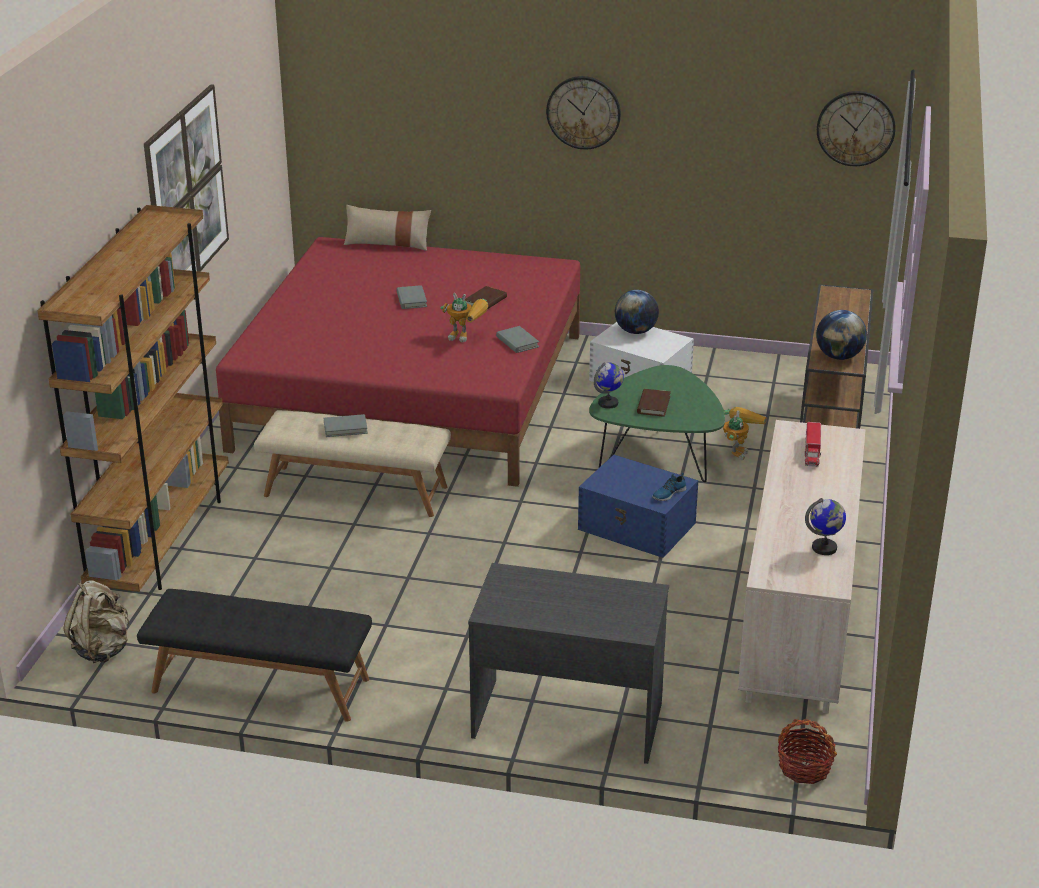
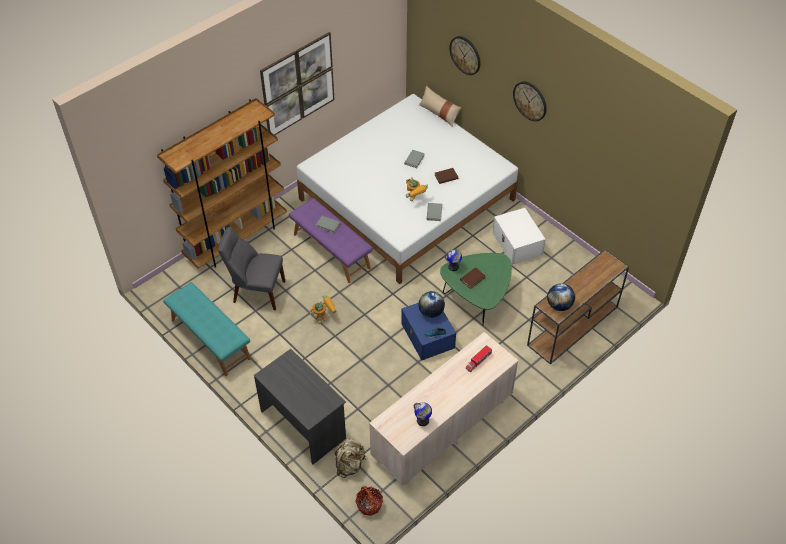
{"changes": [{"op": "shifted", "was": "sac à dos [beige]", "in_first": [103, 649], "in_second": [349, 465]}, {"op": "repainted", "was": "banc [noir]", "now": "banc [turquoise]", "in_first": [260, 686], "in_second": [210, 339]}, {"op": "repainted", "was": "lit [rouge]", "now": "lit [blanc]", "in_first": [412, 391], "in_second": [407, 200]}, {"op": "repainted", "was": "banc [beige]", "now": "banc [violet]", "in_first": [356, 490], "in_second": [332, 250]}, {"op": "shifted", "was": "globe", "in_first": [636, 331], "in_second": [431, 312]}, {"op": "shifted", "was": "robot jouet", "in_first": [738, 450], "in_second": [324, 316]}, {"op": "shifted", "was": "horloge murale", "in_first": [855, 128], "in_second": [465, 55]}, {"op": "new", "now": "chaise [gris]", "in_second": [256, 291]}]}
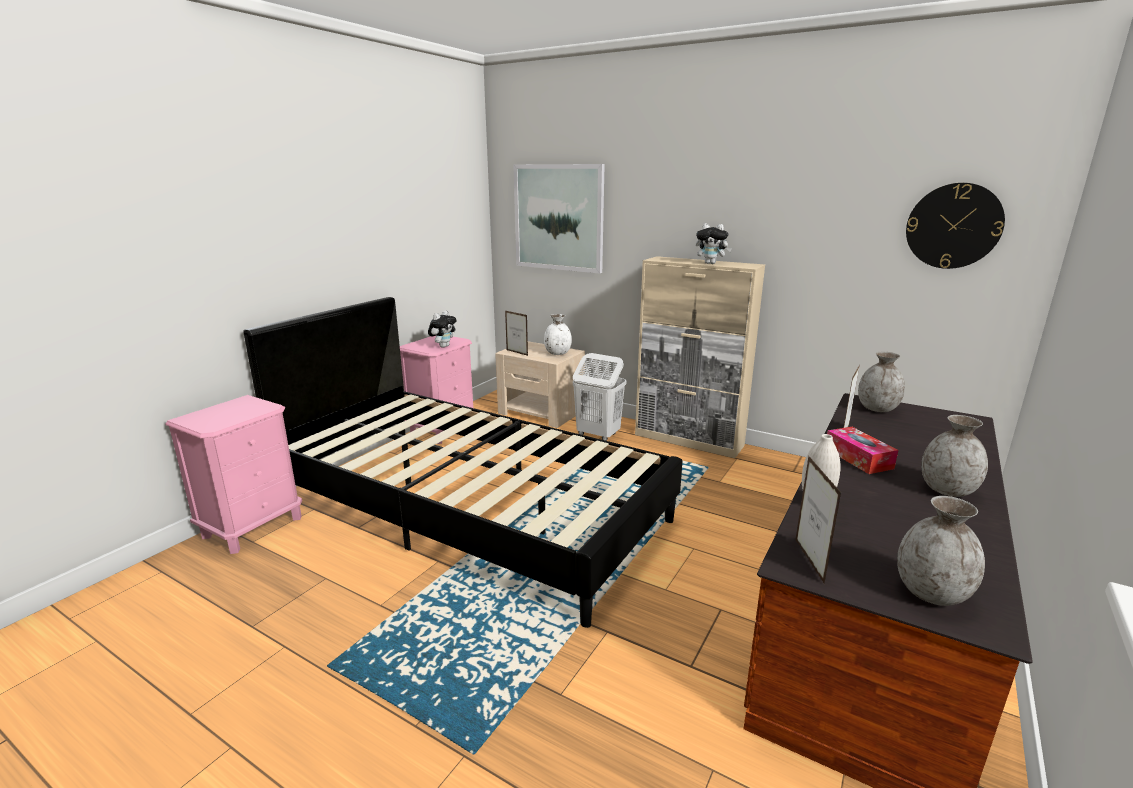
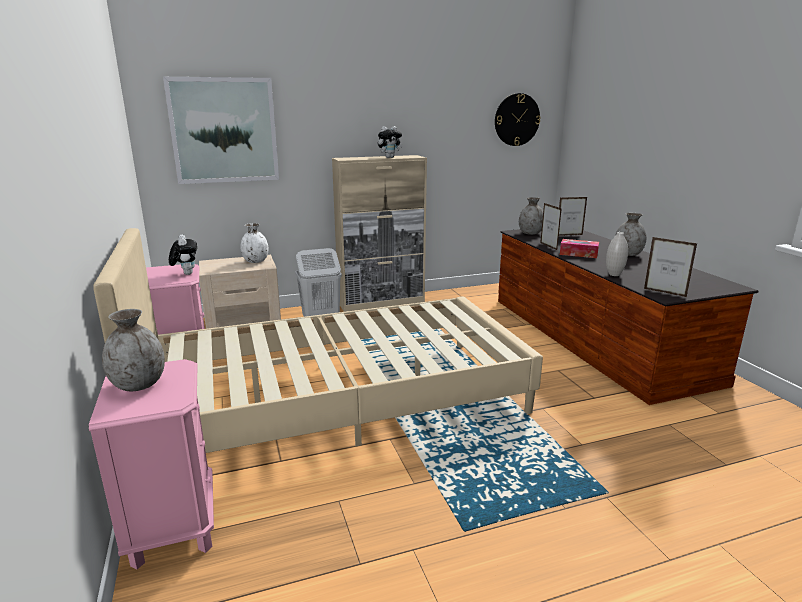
{"changes": [{"op": "repainted", "was": "lit [noir]", "now": "lit [beige]", "in_first": [470, 508], "in_second": [337, 401]}, {"op": "shifted", "was": "cadre photo", "in_first": [517, 353], "in_second": [569, 235]}, {"op": "shifted", "was": "vase [gris]", "in_first": [932, 593], "in_second": [139, 385]}]}
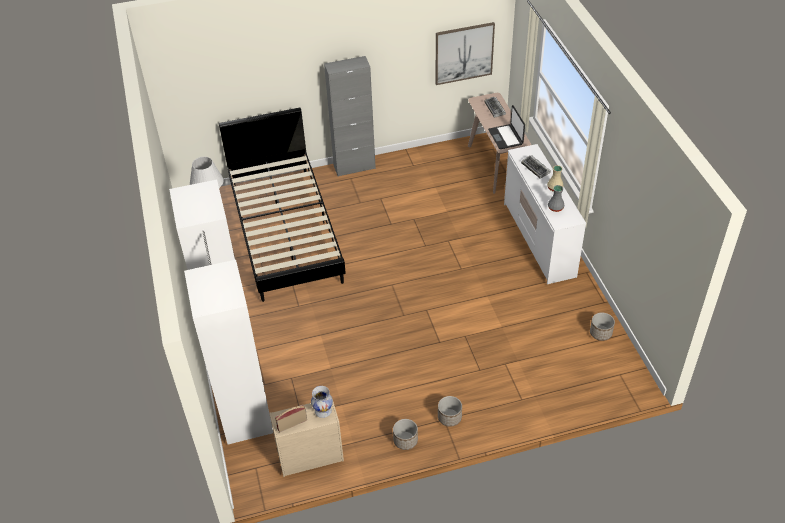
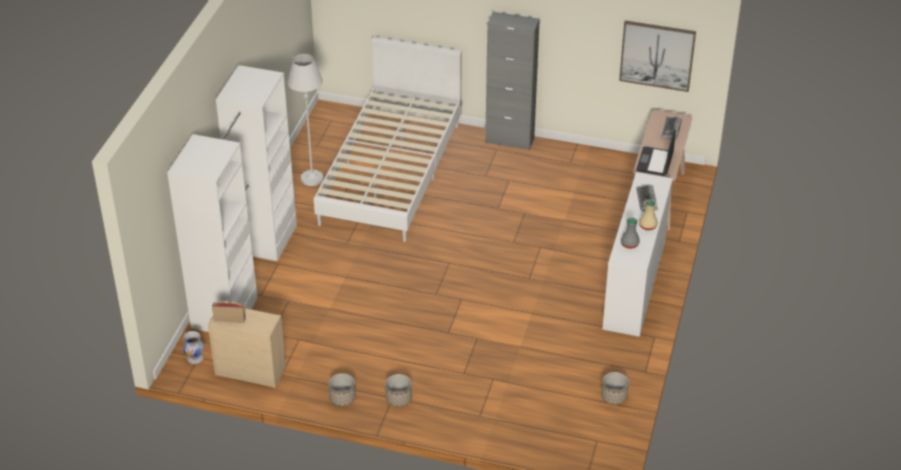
{"changes": [{"op": "repainted", "was": "lit [noir]", "now": "lit [blanc]", "in_first": [285, 231], "in_second": [391, 173]}, {"op": "shifted", "was": "vase [blanc]", "in_first": [323, 410], "in_second": [195, 358]}]}
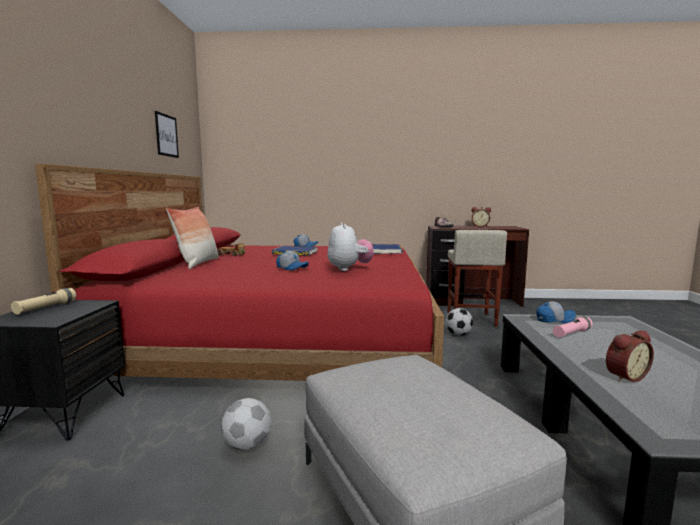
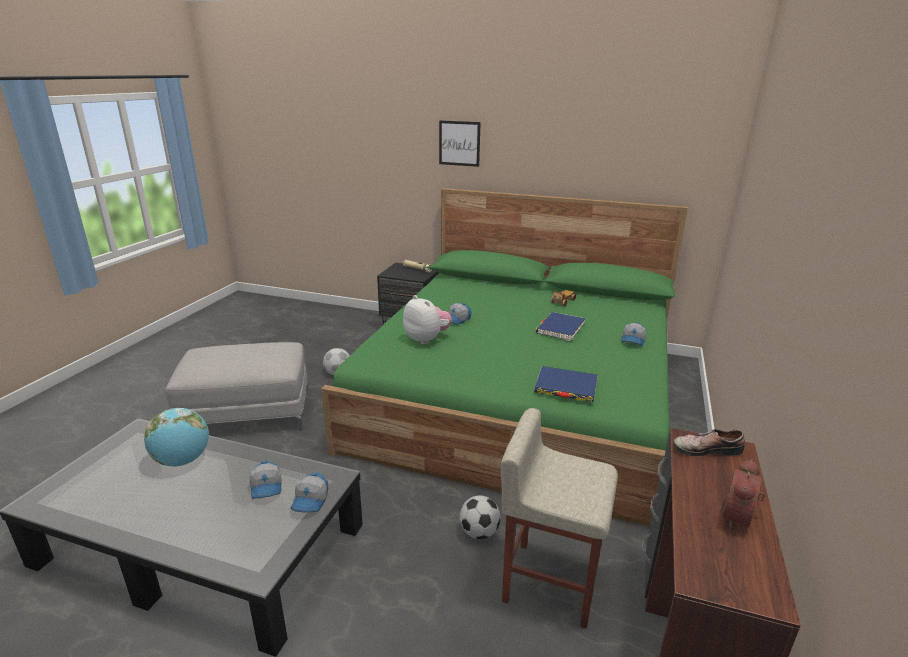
{"changes": [{"op": "repainted", "was": "lit [rouge]", "now": "lit [vert]", "in_first": [283, 335], "in_second": [520, 396]}, {"op": "shifted", "was": "tableau", "in_first": [166, 135], "in_second": [459, 143]}, {"op": "gone", "was": "coussin", "in_first": [198, 263]}, {"op": "rotated", "was": "peluche", "in_first": [349, 269], "in_second": [427, 339], "clockwise": -135}, {"op": "swapped", "was": "lampe de poche [rose]", "now": "casquette", "in_first": [571, 333], "in_second": [267, 487]}, {"op": "swapped", "was": "réveil", "now": "globe", "in_first": [624, 376], "in_second": [183, 460]}]}
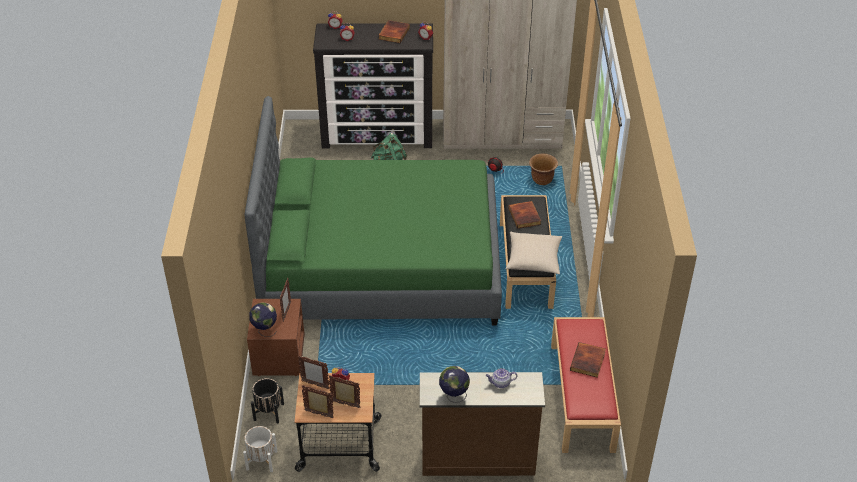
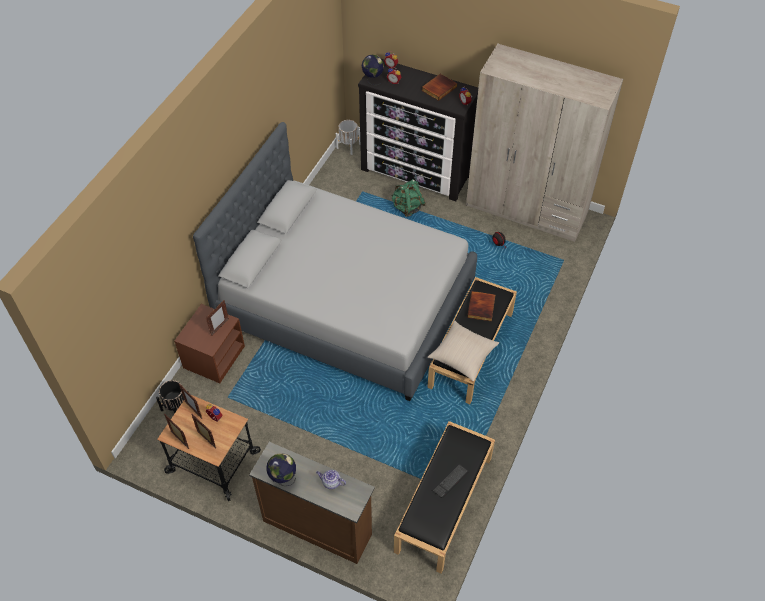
{"changes": [{"op": "shifted", "was": "cache-pot [blanc]", "in_first": [261, 460], "in_second": [348, 146]}, {"op": "repainted", "was": "lit [vert]", "now": "lit [gris]", "in_first": [381, 264], "in_second": [346, 302]}, {"op": "shifted", "was": "globe", "in_first": [265, 330], "in_second": [372, 79]}, {"op": "gone", "was": "cache-pot [marron]", "in_first": [542, 180]}, {"op": "repainted", "was": "banc [rouge]", "now": "banc [noir]", "in_first": [582, 397], "in_second": [444, 505]}, {"op": "swapped", "was": "livre", "now": "clavier", "in_first": [588, 362], "in_second": [450, 481]}]}
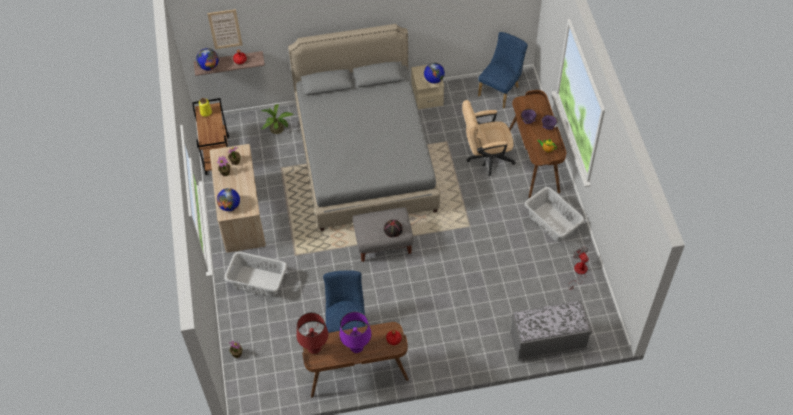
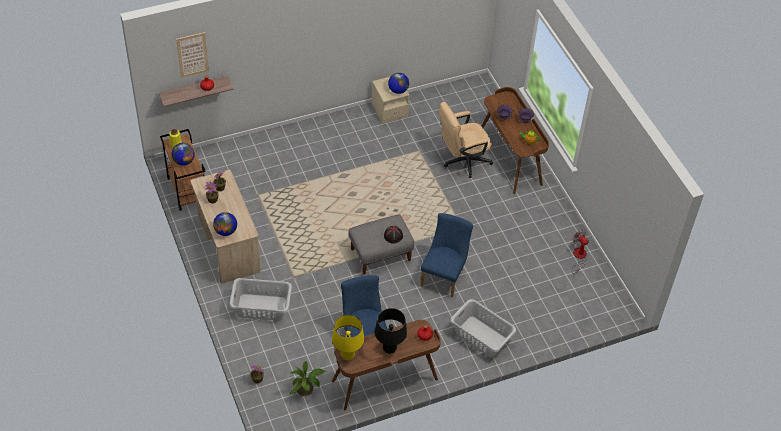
{"changes": [{"op": "shifted", "was": "globe", "in_first": [209, 66], "in_second": [184, 161]}, {"op": "shifted", "was": "plante en pot", "in_first": [278, 129], "in_second": [307, 390]}, {"op": "gone", "was": "lit [gris]", "in_first": [365, 157]}, {"op": "repainted", "was": "lampe de table [rouge]", "now": "lampe de table [jaune]", "in_first": [314, 348], "in_second": [347, 355]}, {"op": "repainted", "was": "lampe de table [violet]", "now": "lampe de table [noir]", "in_first": [356, 347], "in_second": [389, 348]}, {"op": "shifted", "was": "chaise [bleu]", "in_first": [501, 90], "in_second": [444, 275]}, {"op": "gone", "was": "banc [gris]", "in_first": [547, 342]}, {"op": "shifted", "was": "panier à linge [gris]", "in_first": [552, 222], "in_second": [481, 337]}]}
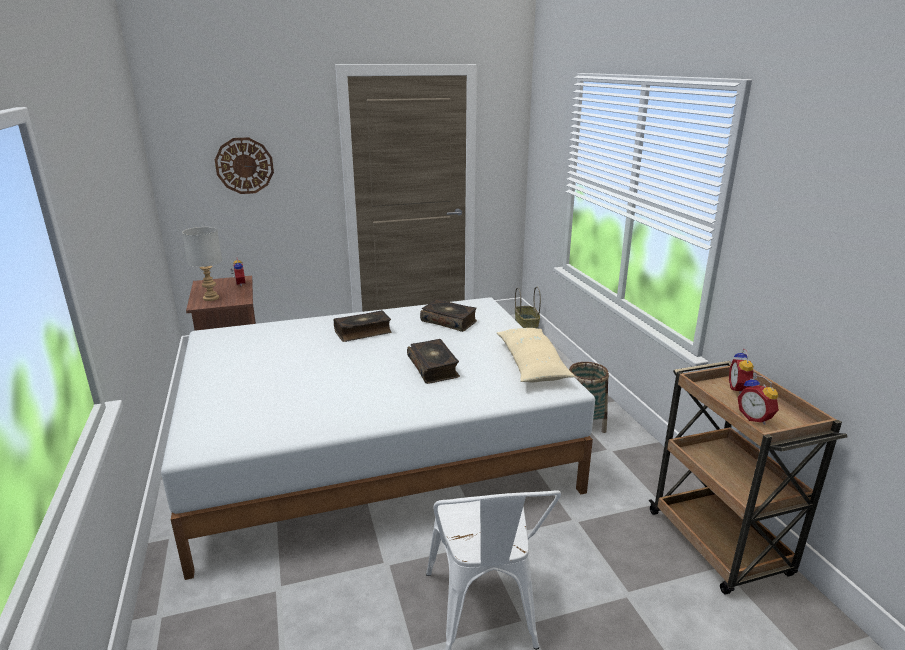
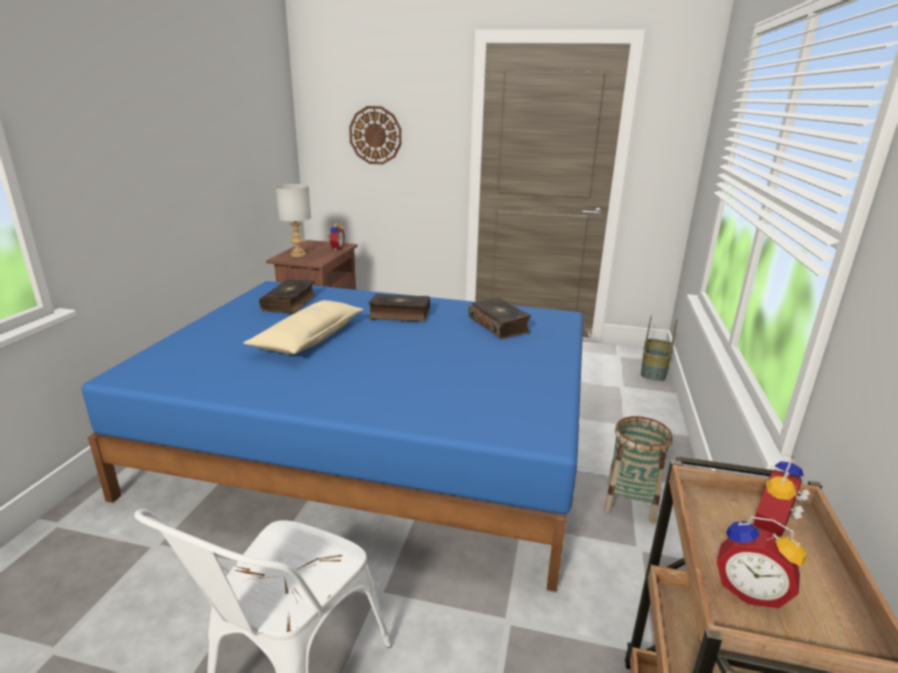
{"changes": [{"op": "repainted", "was": "lit [blanc]", "now": "lit [bleu]", "in_first": [375, 446], "in_second": [375, 441]}, {"op": "shifted", "was": "livre", "in_first": [434, 368], "in_second": [290, 303]}, {"op": "shifted", "was": "coussin [beige]", "in_first": [531, 364], "in_second": [309, 338]}, {"op": "rotated", "was": "réveil", "in_first": [755, 418], "in_second": [749, 590], "clockwise": -60}]}
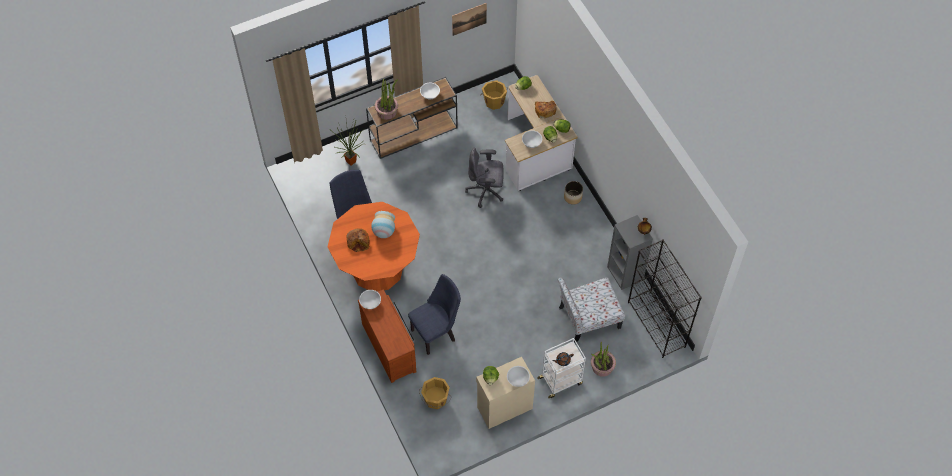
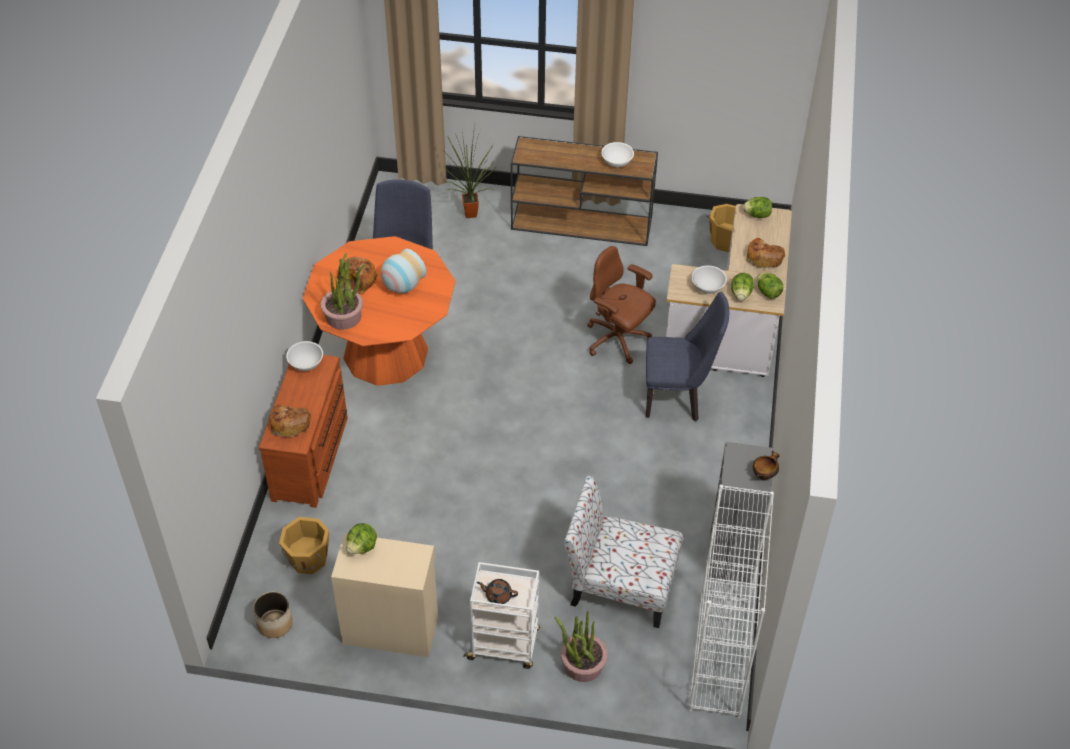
{"changes": [{"op": "shifted", "was": "plante en pot", "in_first": [387, 111], "in_second": [344, 316]}, {"op": "shifted", "was": "chaise [bleu]", "in_first": [436, 333], "in_second": [678, 398]}, {"op": "gone", "was": "tableau", "in_first": [469, 19]}, {"op": "repainted", "was": "chaise de bureau [gris]", "now": "chaise de bureau [marron]", "in_first": [486, 191], "in_second": [618, 340]}, {"op": "gone", "was": "bol [blanc]", "in_first": [518, 379]}, {"op": "shifted", "was": "cache-pot", "in_first": [573, 197], "in_second": [275, 624]}, {"op": "repainted", "was": "bibliothèque [noir]", "now": "bibliothèque [blanc]", "in_first": [657, 325], "in_second": [720, 658]}, {"op": "new", "now": "pain", "in_second": [289, 423]}]}
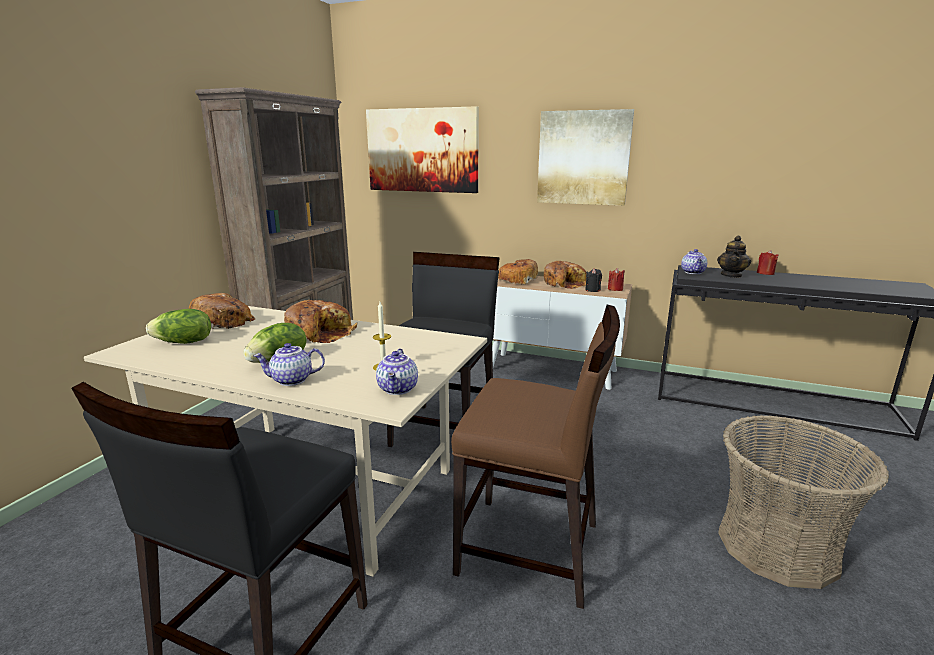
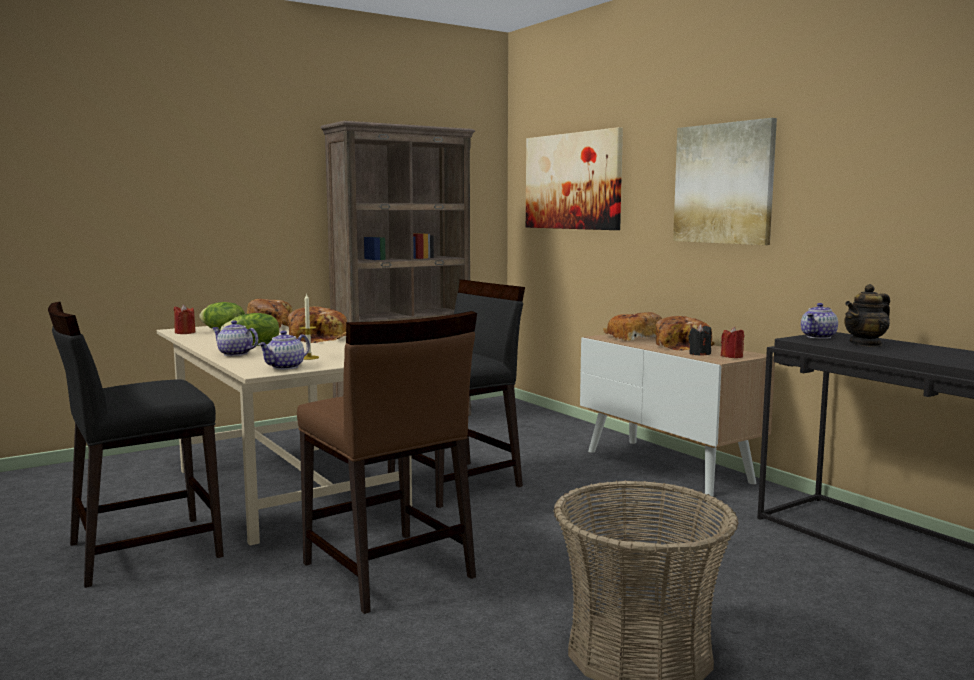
{"changes": [{"op": "shifted", "was": "bougie [rouge]", "in_first": [765, 273], "in_second": [185, 332]}]}
